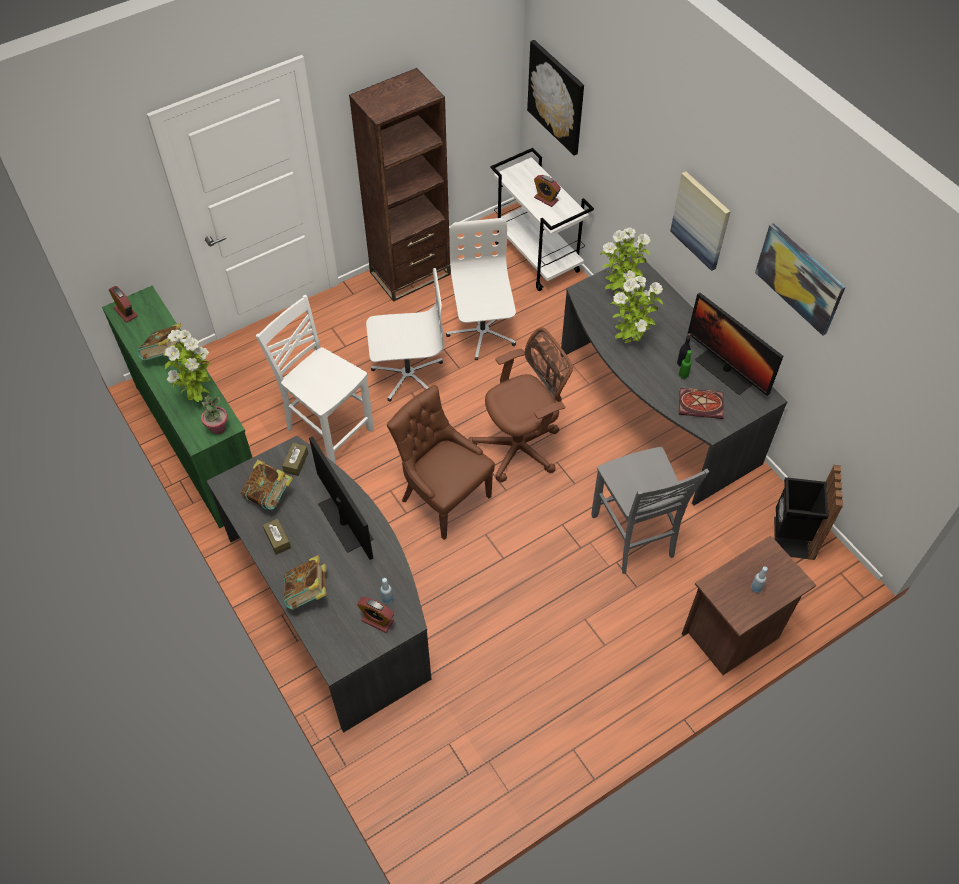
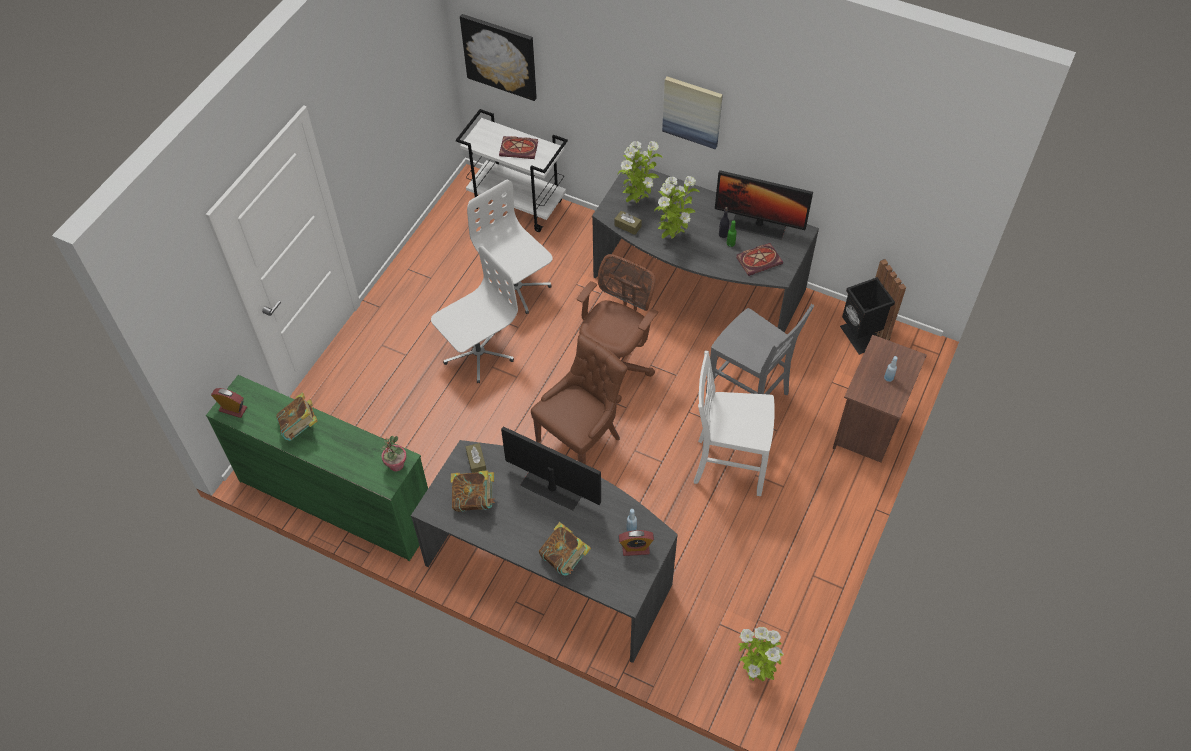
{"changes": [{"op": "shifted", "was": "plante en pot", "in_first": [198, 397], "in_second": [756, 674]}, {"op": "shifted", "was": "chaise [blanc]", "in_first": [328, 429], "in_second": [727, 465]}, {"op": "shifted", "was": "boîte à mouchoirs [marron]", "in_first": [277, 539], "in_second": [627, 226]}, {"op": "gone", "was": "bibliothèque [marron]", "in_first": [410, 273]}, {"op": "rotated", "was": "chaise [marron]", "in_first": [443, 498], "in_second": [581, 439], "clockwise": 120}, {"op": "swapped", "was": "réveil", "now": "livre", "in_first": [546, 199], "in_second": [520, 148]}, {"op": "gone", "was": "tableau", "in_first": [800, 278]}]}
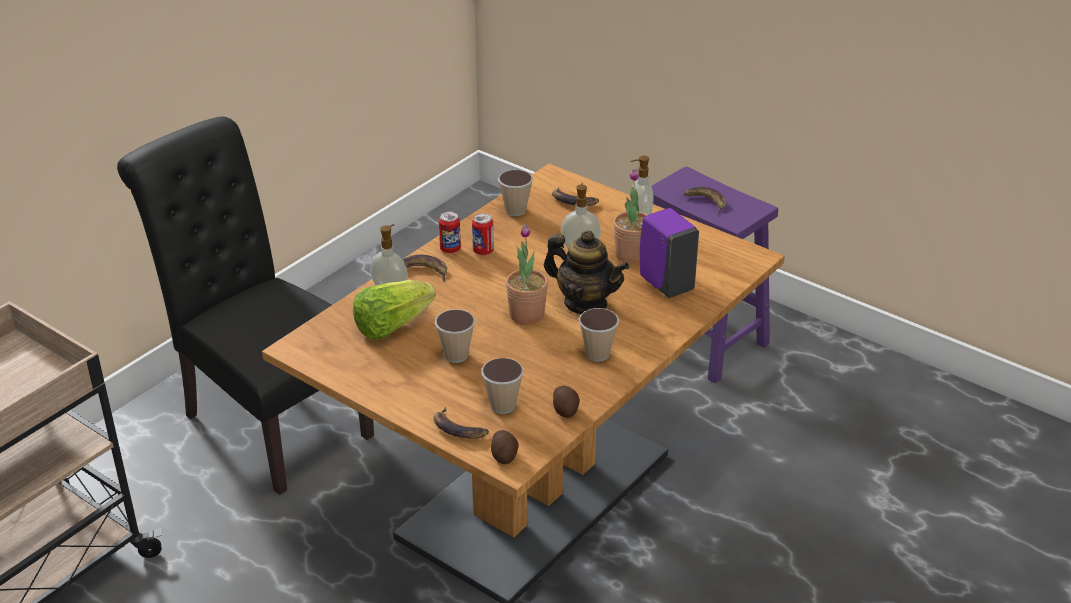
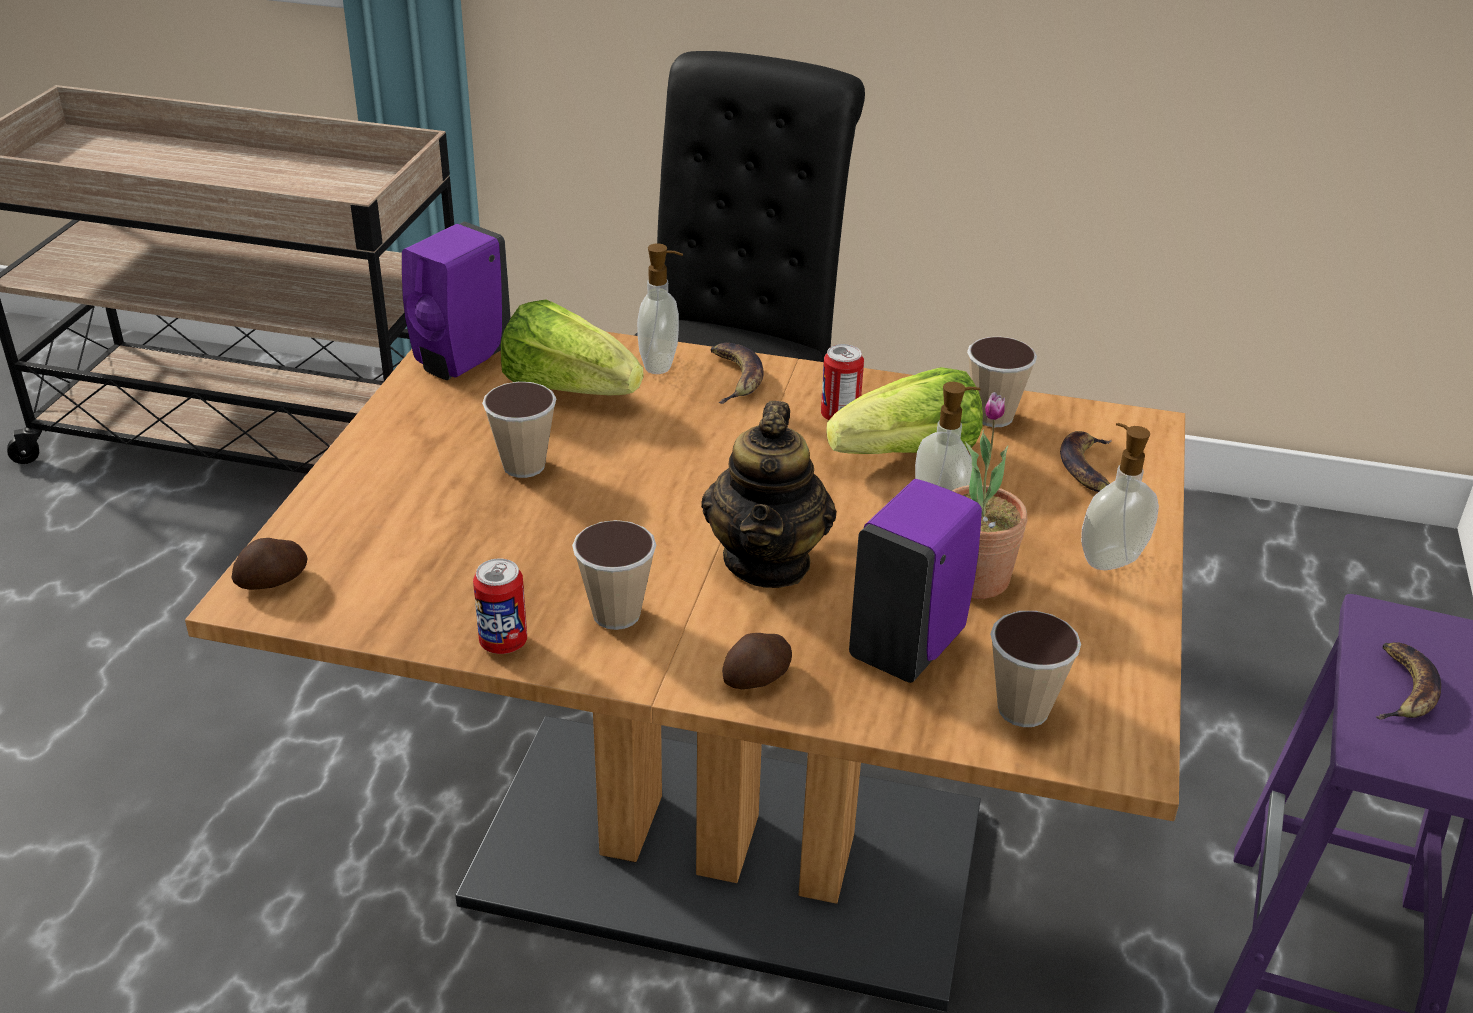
{"changes": [{"op": "gone", "was": "banane", "in_first": [459, 429]}, {"op": "shifted", "was": "boîte métallique", "in_first": [450, 249], "in_second": [503, 642]}, {"op": "shifted", "was": "tasse", "in_first": [503, 406], "in_second": [1023, 709]}, {"op": "gone", "was": "plante en pot", "in_first": [526, 315]}, {"op": "shifted", "was": "pomme de terre", "in_first": [565, 409], "in_second": [758, 678]}, {"op": "new", "now": "distributeur de savon [violet]", "in_second": [460, 362]}, {"op": "new", "now": "laitue", "in_second": [910, 456]}]}
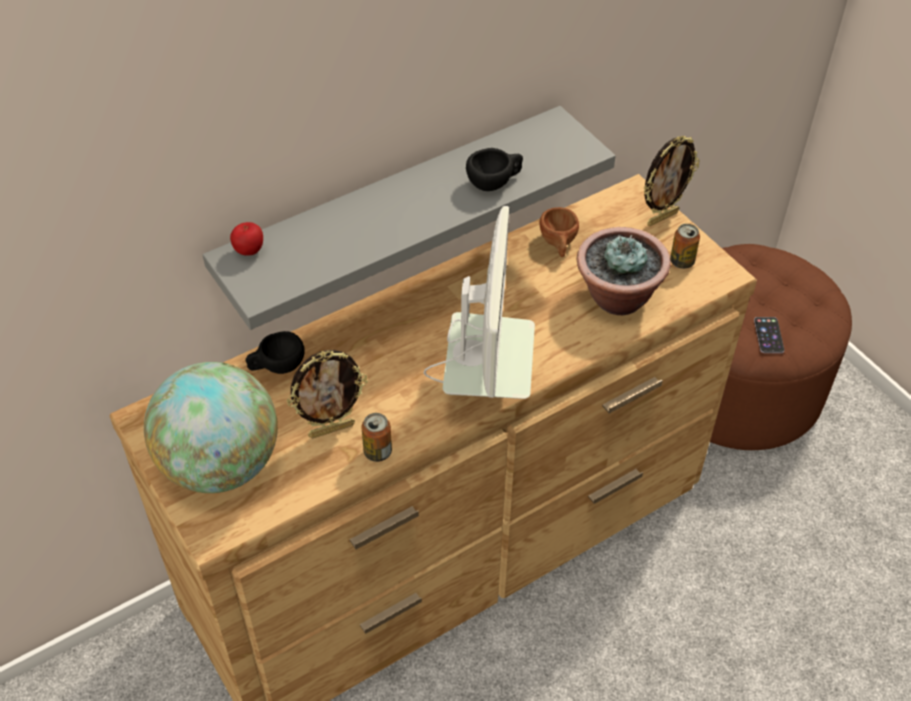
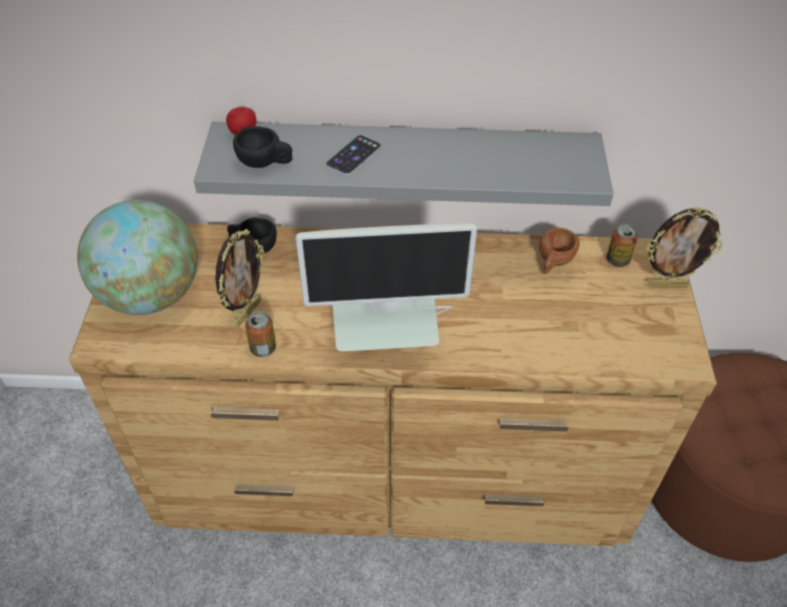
{"changes": [{"op": "rotated", "was": "cadre photo", "in_first": [331, 429], "in_second": [247, 312], "clockwise": -75}, {"op": "rotated", "was": "écran d'ordinateur", "in_first": [484, 390], "in_second": [386, 346], "clockwise": 45}, {"op": "shifted", "was": "tasse [noir]", "in_first": [495, 182], "in_second": [265, 163]}, {"op": "gone", "was": "plante en pot", "in_first": [617, 298]}, {"op": "shifted", "was": "boîte métallique", "in_first": [682, 261], "in_second": [617, 260]}, {"op": "shifted", "was": "téléphone", "in_first": [768, 335], "in_second": [353, 155]}]}
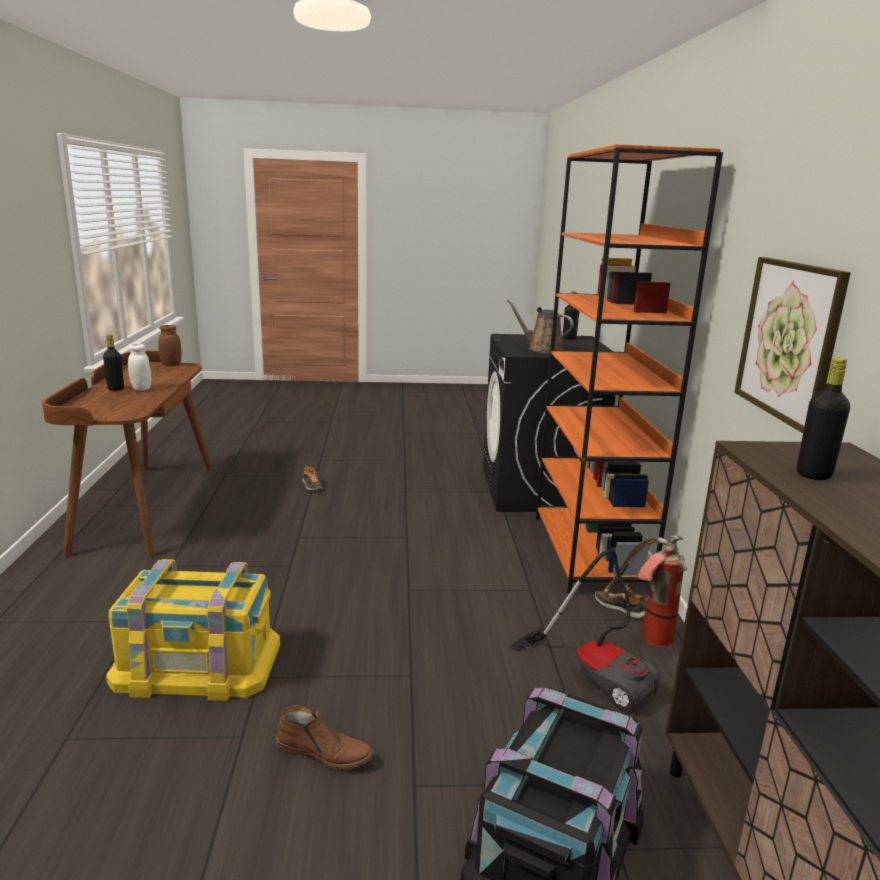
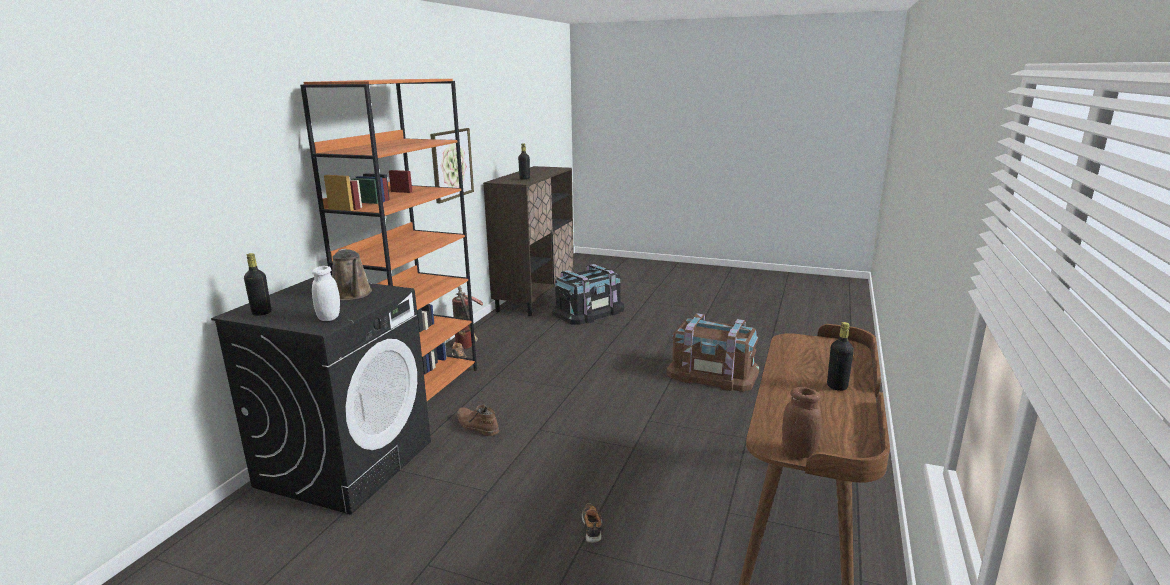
{"changes": [{"op": "repainted", "was": "boîte de rangement [jaune]", "now": "boîte de rangement [marron]", "in_first": [197, 663], "in_second": [713, 373]}, {"op": "shifted", "was": "bocal [blanc]", "in_first": [141, 389], "in_second": [329, 318]}, {"op": "shifted", "was": "botte [marron]", "in_first": [324, 752], "in_second": [477, 426]}, {"op": "gone", "was": "aspirateur", "in_first": [596, 674]}]}
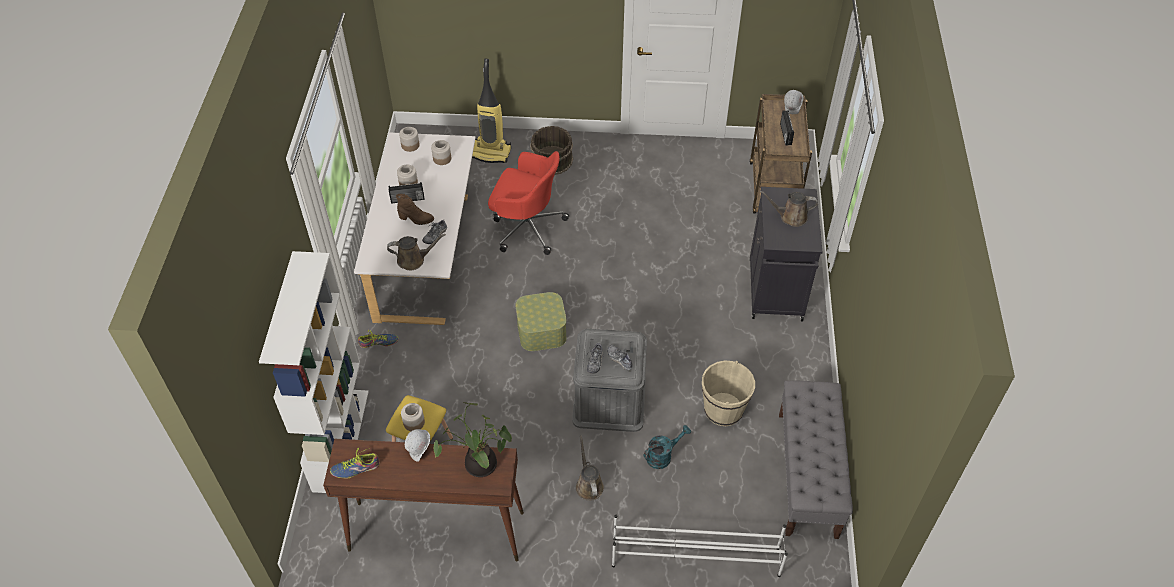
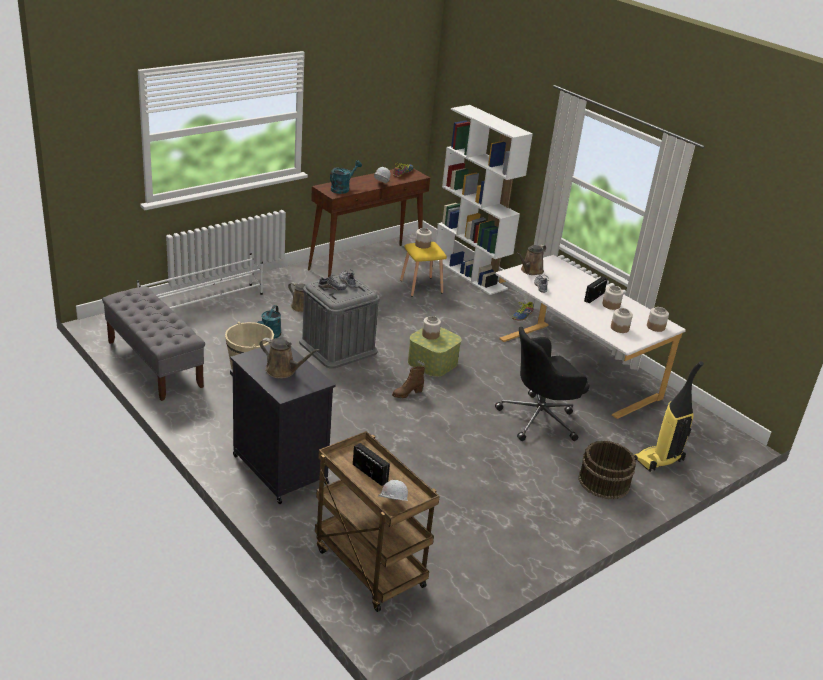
{"changes": [{"op": "shifted", "was": "botte [marron]", "in_first": [416, 219], "in_second": [407, 393]}, {"op": "swapped", "was": "plante en pot", "now": "arrosoir [turquoise]", "in_first": [478, 466], "in_second": [342, 189]}, {"op": "repainted", "was": "chaise de bureau [rouge]", "now": "chaise de bureau [noir]", "in_first": [527, 227], "in_second": [540, 419]}, {"op": "rotated", "was": "arrosoir [marron]", "in_first": [790, 217], "in_second": [283, 371], "clockwise": 60}, {"op": "new", "now": "bocal", "in_second": [430, 335]}]}
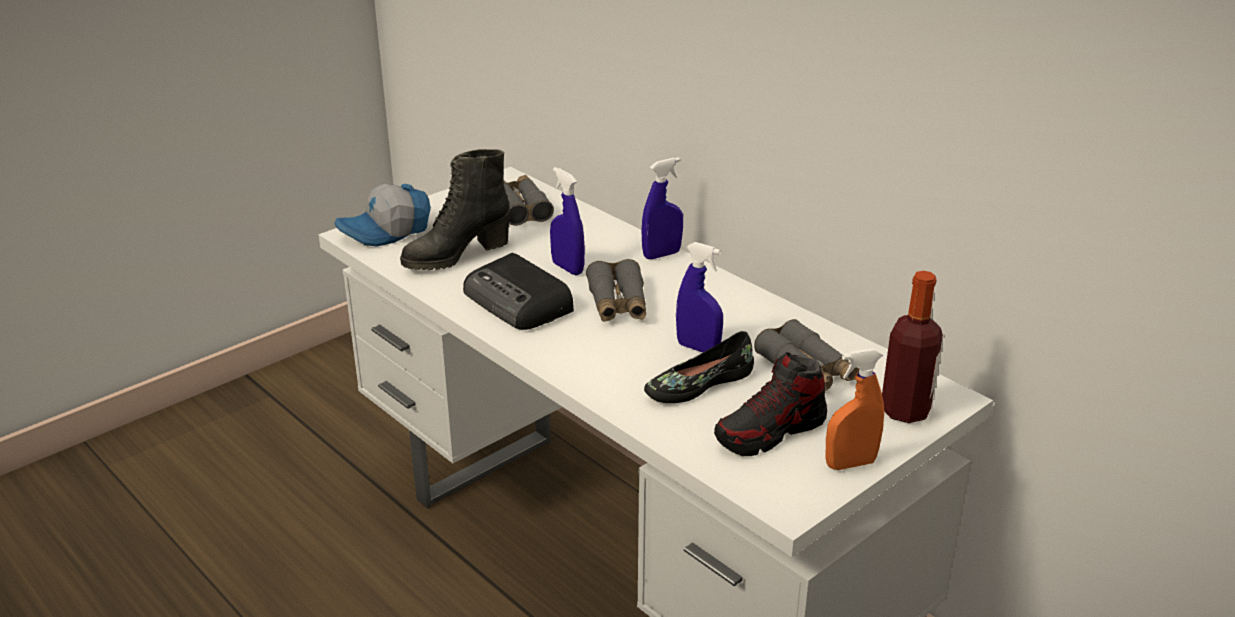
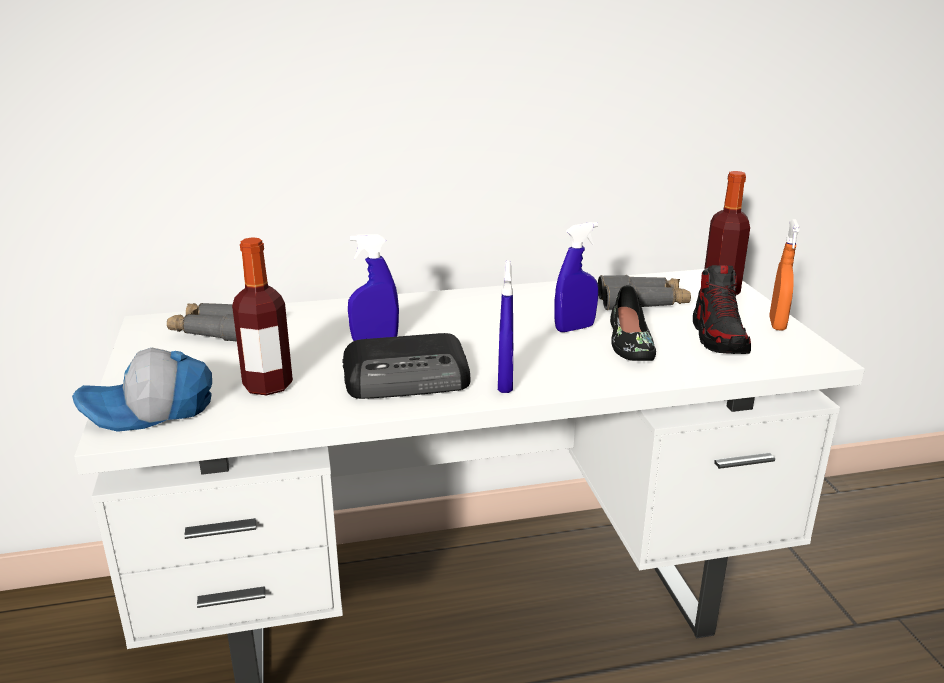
{"changes": [{"op": "rotated", "was": "casquette", "in_first": [386, 232], "in_second": [149, 411], "clockwise": 75}, {"op": "swapped", "was": "botte [noir]", "now": "bouteille", "in_first": [456, 255], "in_second": [268, 385]}, {"op": "gone", "was": "jumelles [gris]", "in_first": [618, 304]}, {"op": "shifted", "was": "vaporisateur [bleu]", "in_first": [662, 255], "in_second": [505, 383]}]}
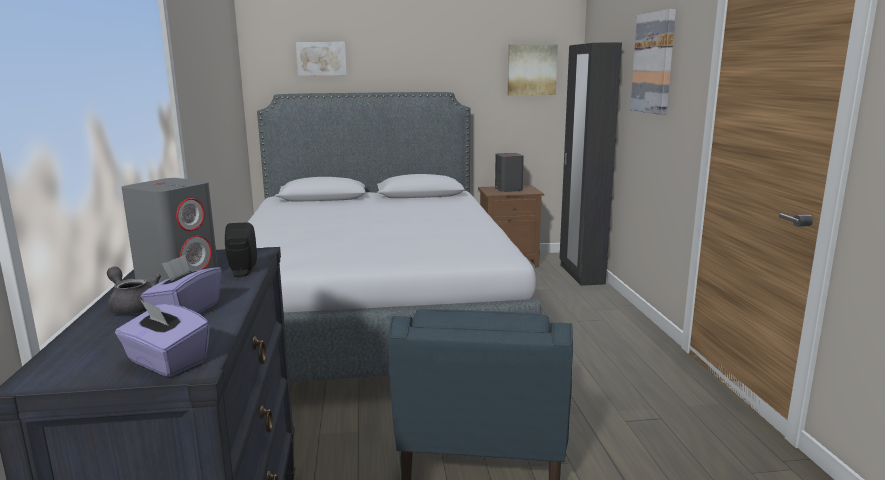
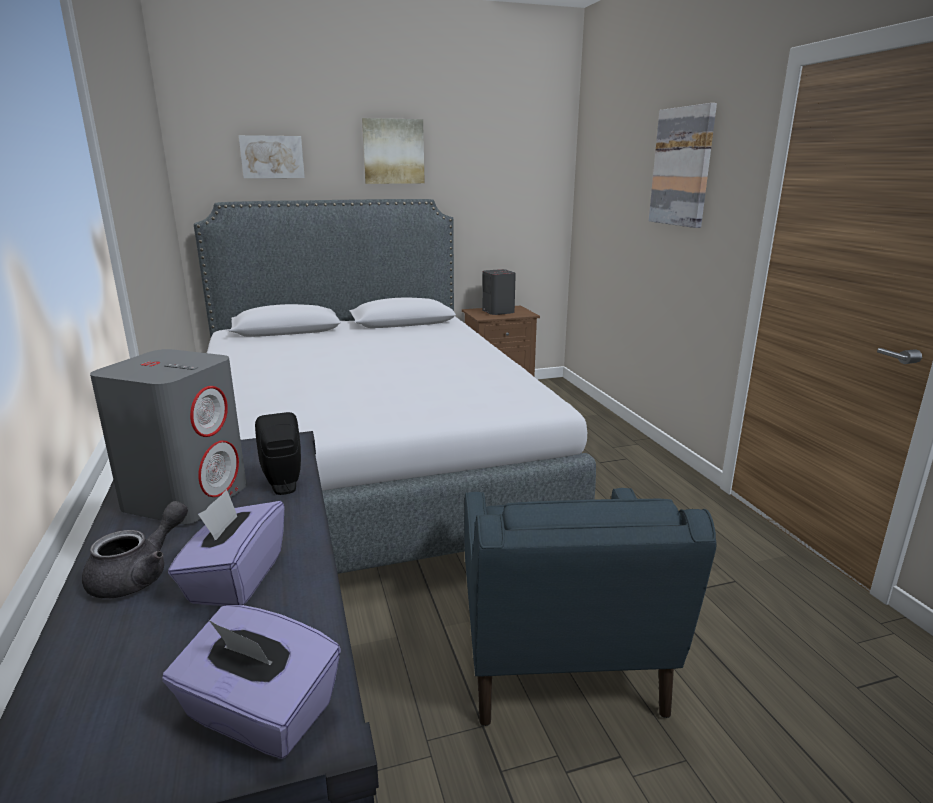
{"changes": [{"op": "rotated", "was": "théière [gris]", "in_first": [132, 306], "in_second": [140, 574], "clockwise": 90}, {"op": "shifted", "was": "tableau", "in_first": [531, 69], "in_second": [393, 151]}, {"op": "gone", "was": "armoire [noir]", "in_first": [581, 274]}]}
